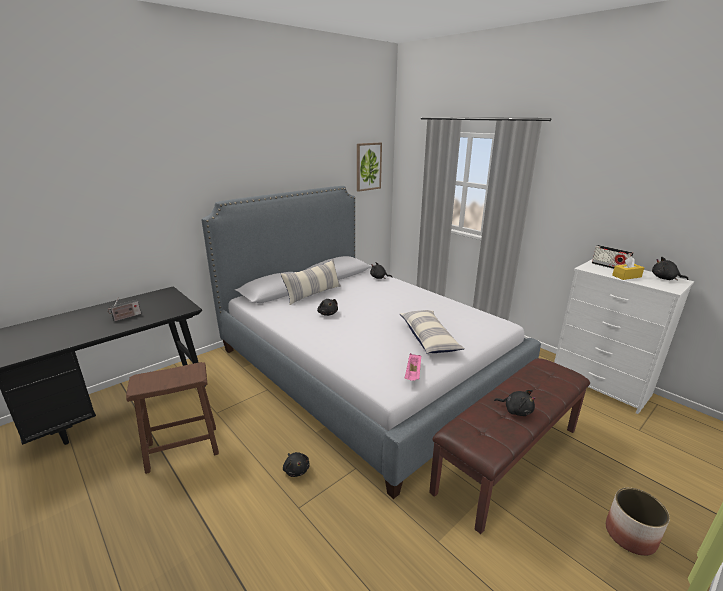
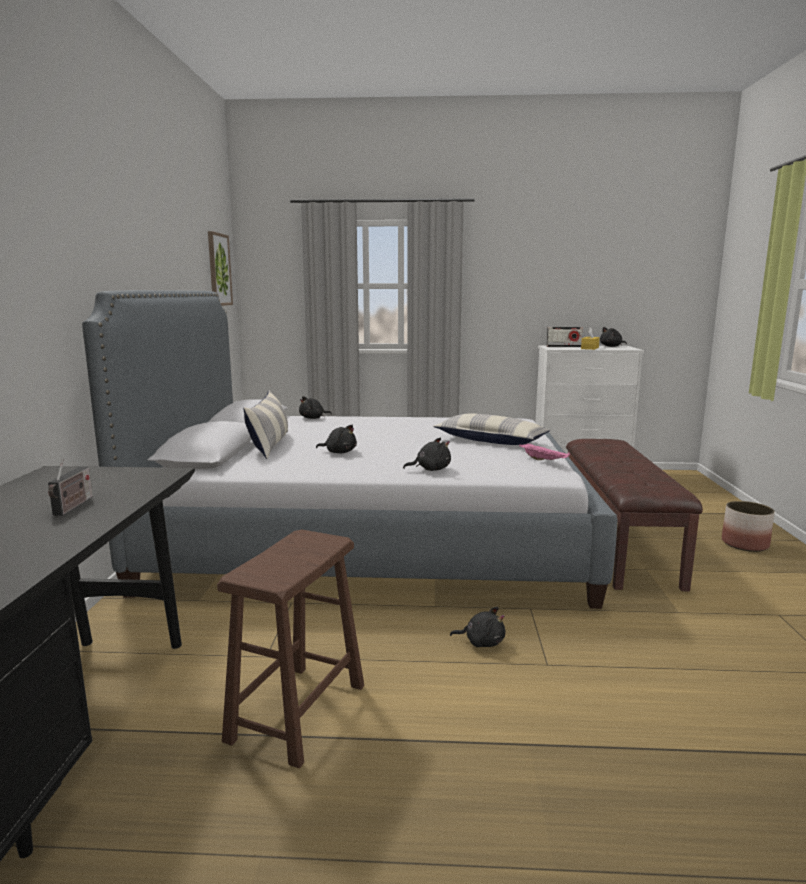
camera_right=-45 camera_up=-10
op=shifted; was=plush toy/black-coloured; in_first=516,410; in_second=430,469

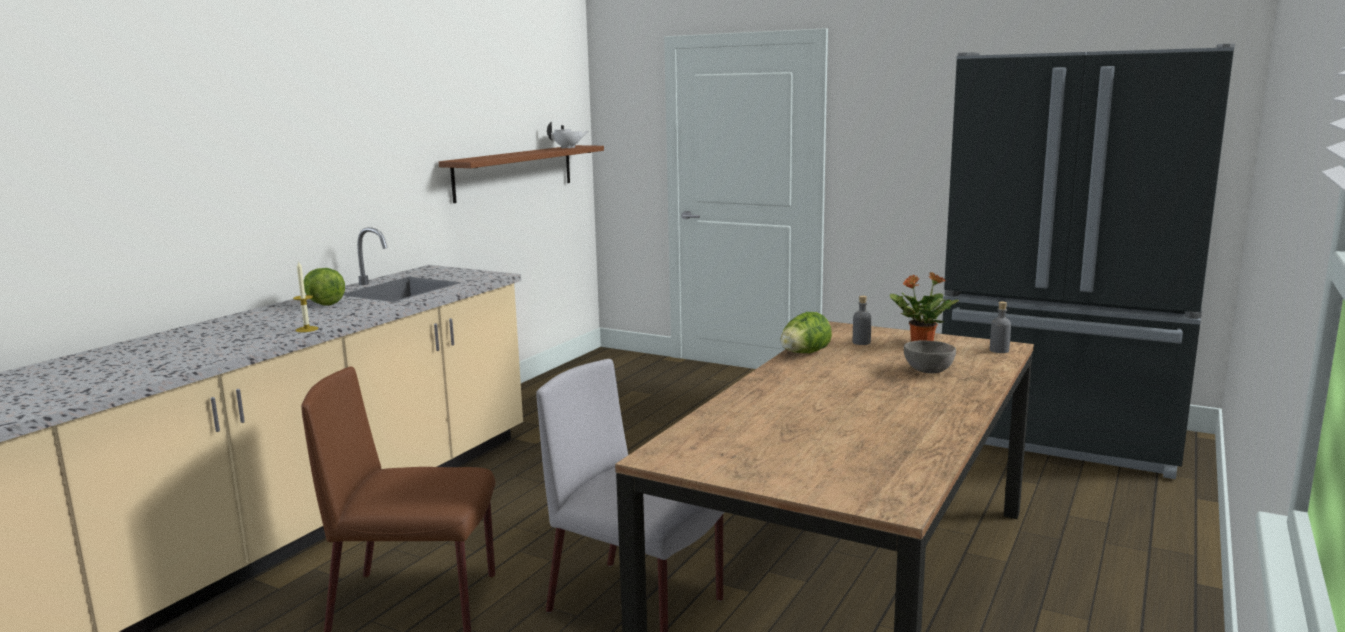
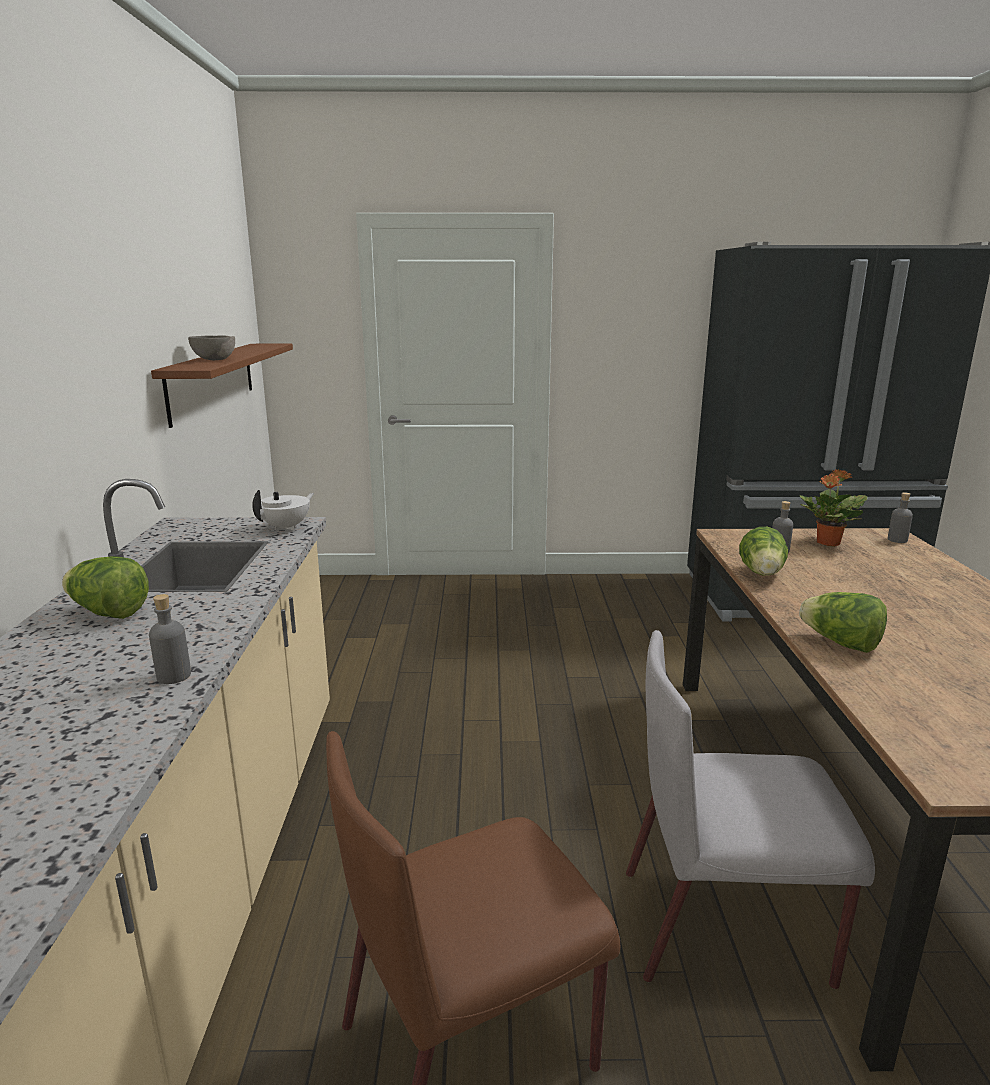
camera_right=-30 camera_up=5
op=shifted; was=pot for tea/whitish; in_first=568,147; in_second=286,527
op=swapped; was=wax light; now=beverage bottle/grey; in_first=307,329; in_second=174,676
op=shifted; was=serving bowl/grey; in_first=929,372; in_second=215,360
op=new; now=head of lettuce; in_second=841,644

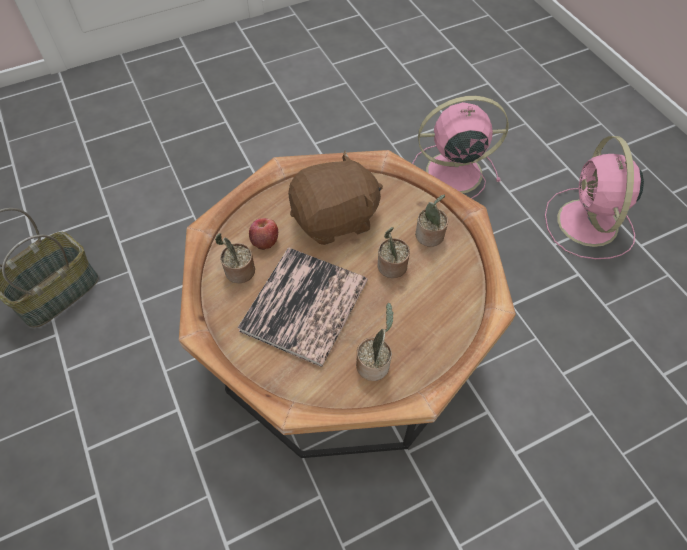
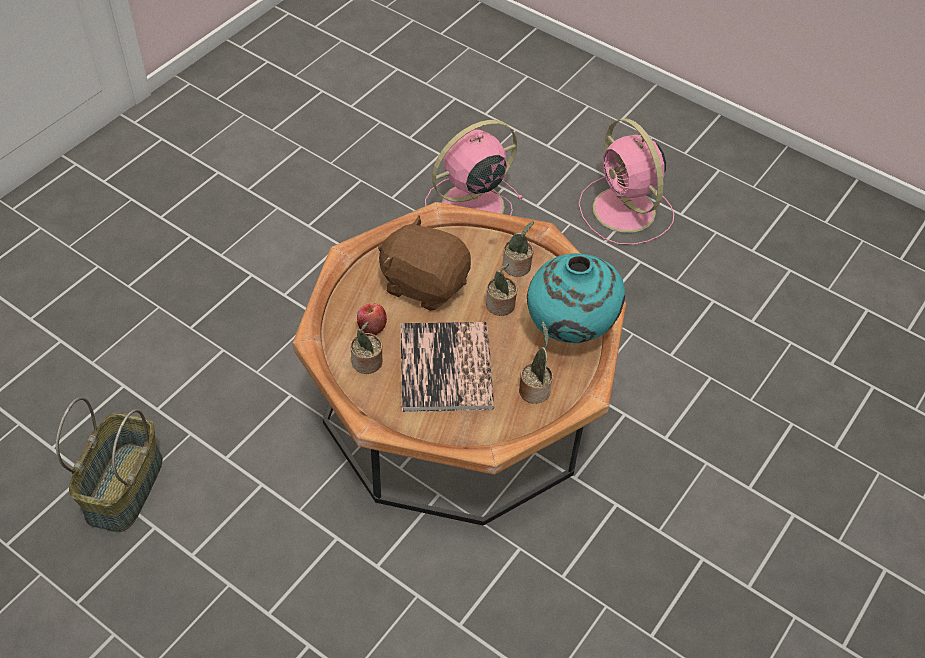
camera_right=-30 camera_up=-5
op=rotated; was=plush toy/brown; in_first=335,219; in_second=424,283; clockwise=-105
op=new; now=vase/turquoise-coloured; in_second=568,331

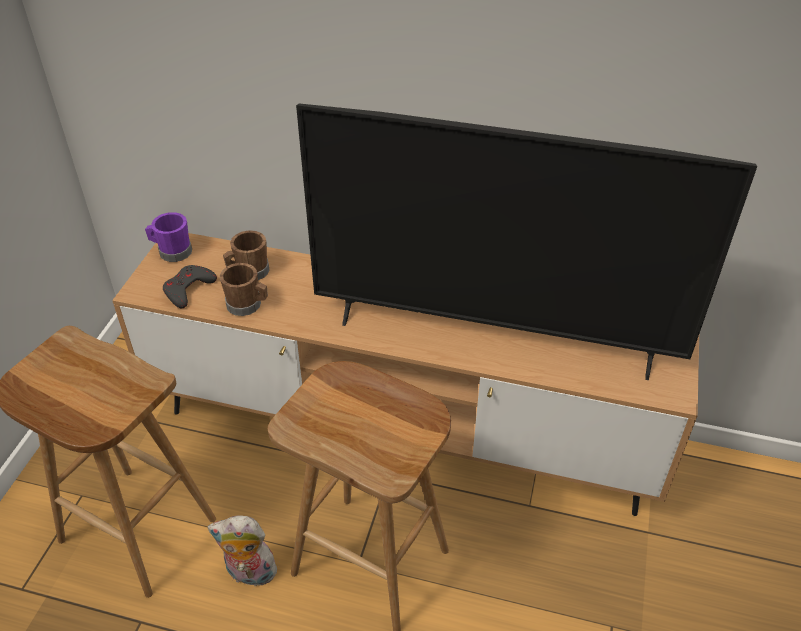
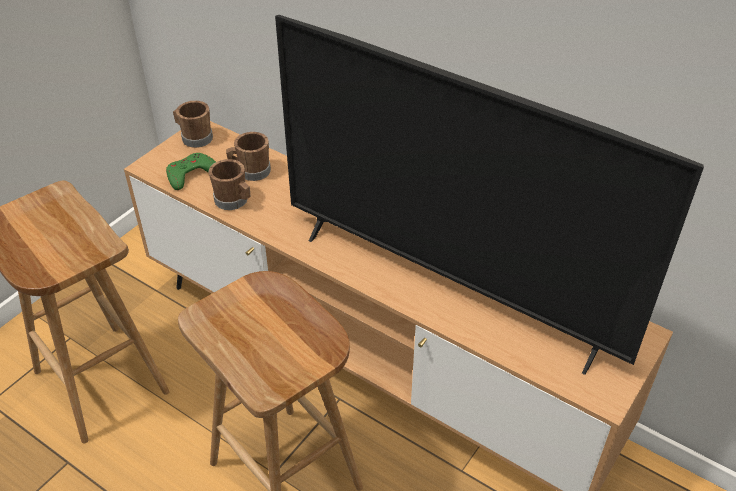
camera_right=20 camera_up=0
op=repainted; was=mug/purplish; now=mug/brown; in_first=172,251; in_second=194,137
op=repainted; was=gamepad/grey; now=gamepad/green; in_first=188,289; in_second=191,174
op=gone; was=plush toy; in_first=249,574

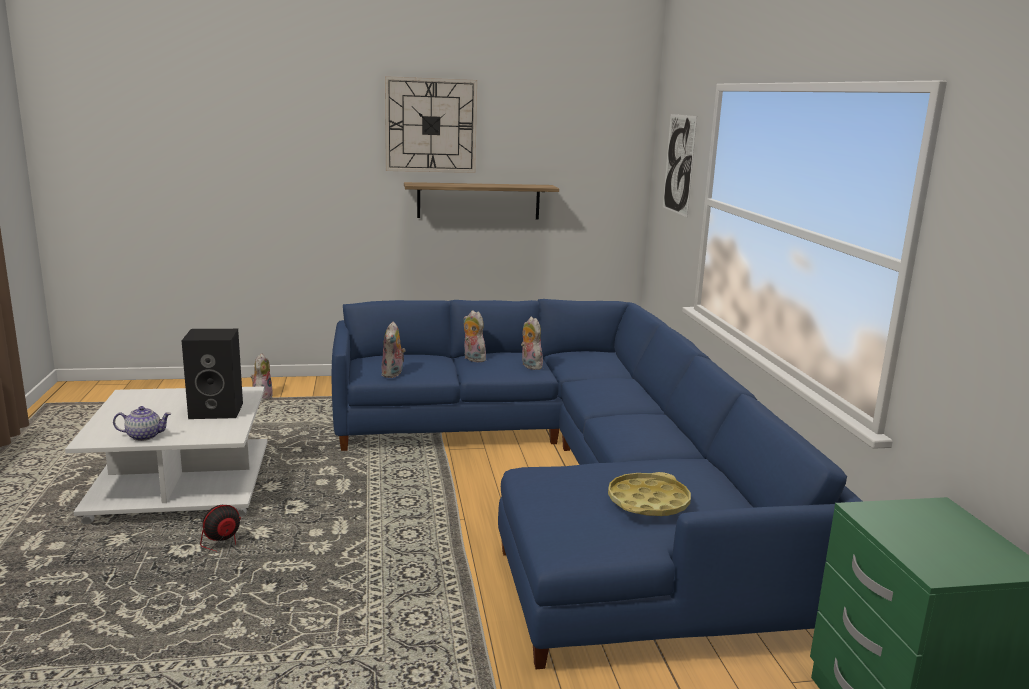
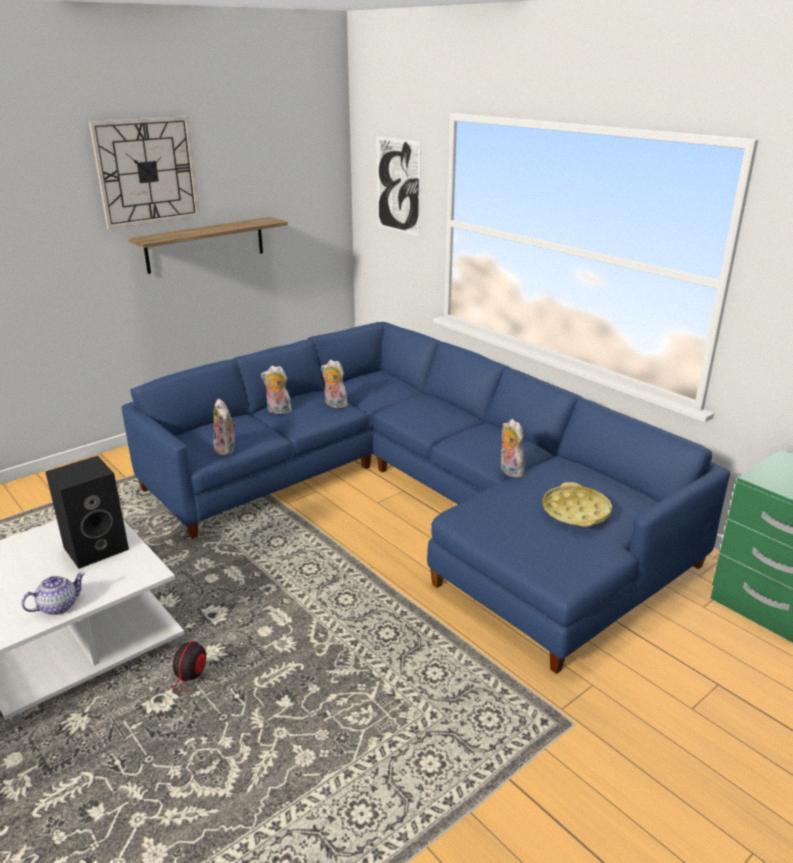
camera_right=-30 camera_up=10
op=shifted; was=plush toy; in_first=262,397; in_second=509,471

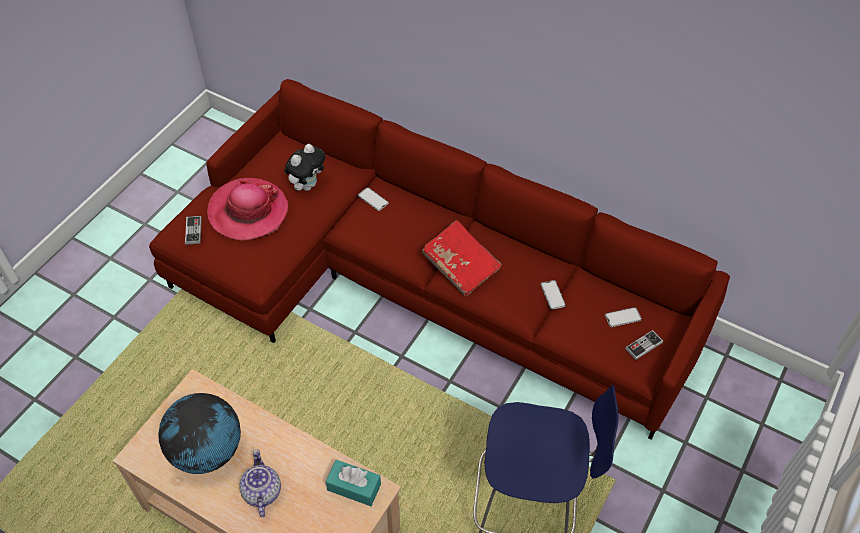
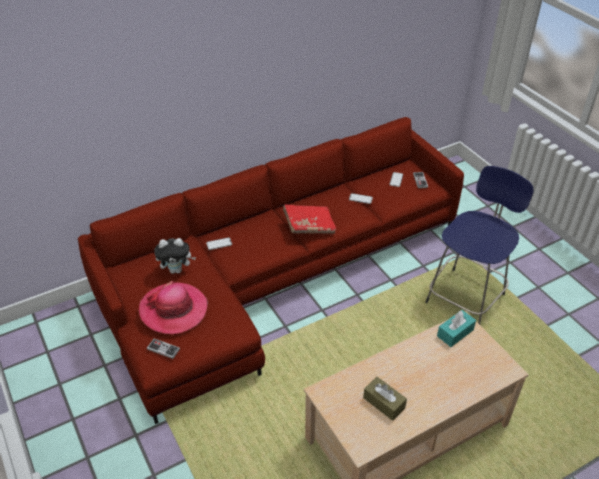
camera_right=-60 camera_up=-10
op=rotated; was=plush toy; in_first=307,185; in_second=177,270; clockwise=105
op=swapped; was=desk globe; now=tissue box/brown; in_first=207,451; in_second=384,403
op=gone; was=pot for tea; in_first=261,492

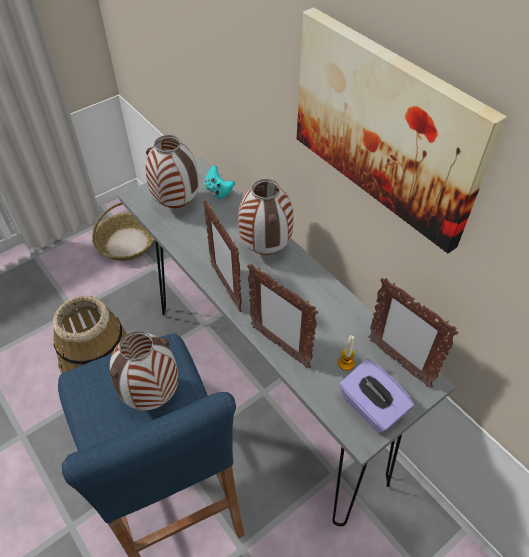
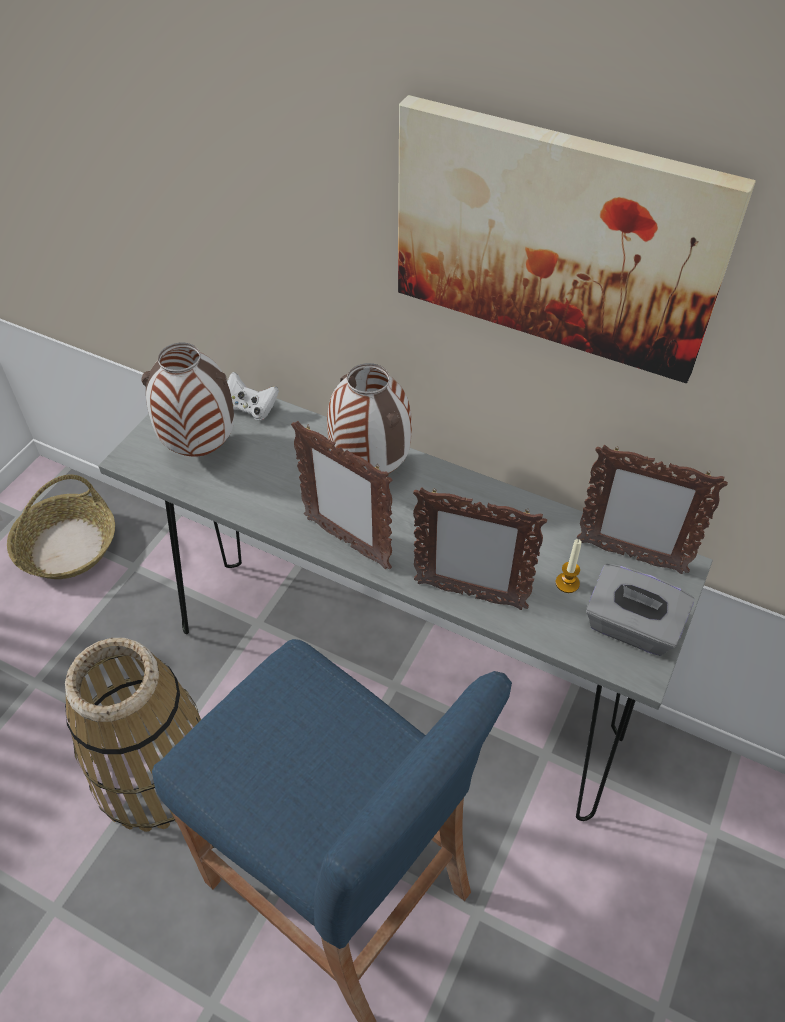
camera_right=-25 camera_up=0
op=repainted; was=gamepad/turquoise-coloured; now=gamepad/whitish; in_first=218,190; in_second=251,408
op=gone; was=vase; in_first=152,395
op=repainted; was=tissue box/purplish; now=tissue box/grey; in_first=371,407; in_second=631,627

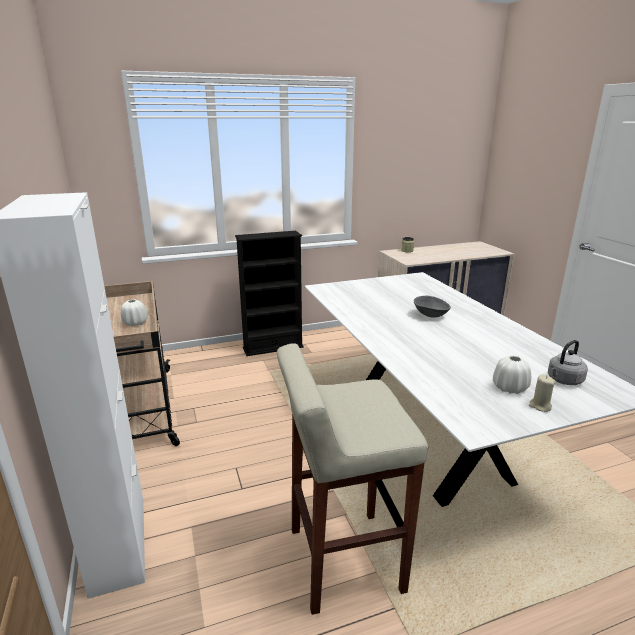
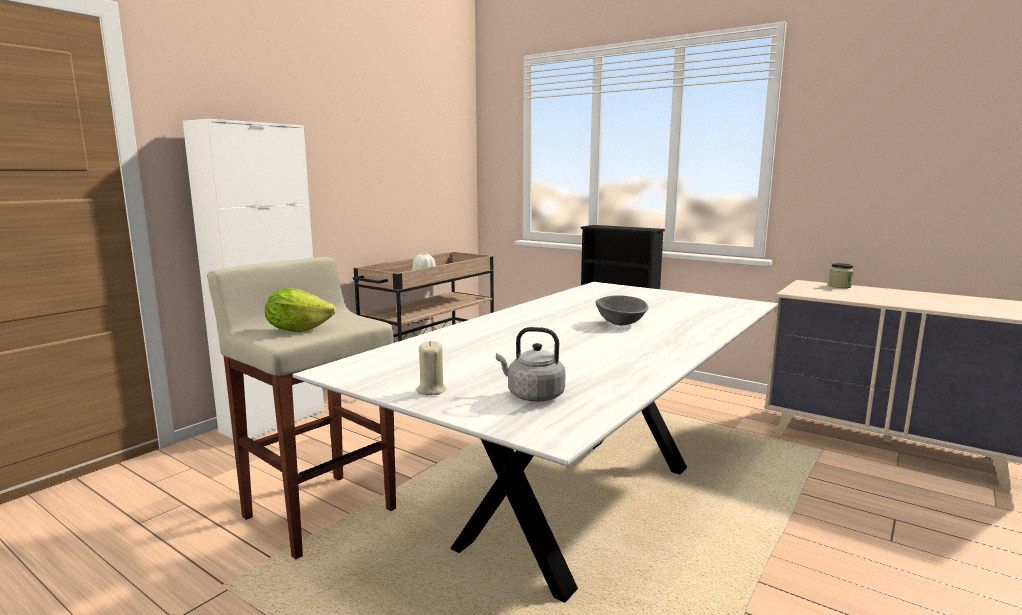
camera_right=55 camera_up=-10
op=gone; was=vase/whitish; in_first=509,388
op=new; now=head of lettuce; in_second=298,330

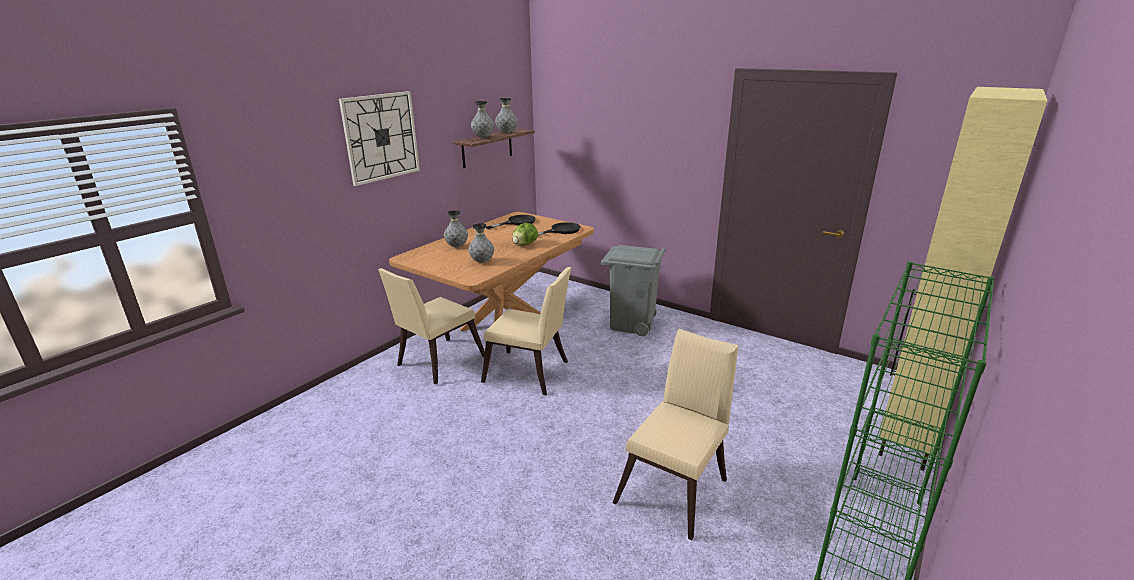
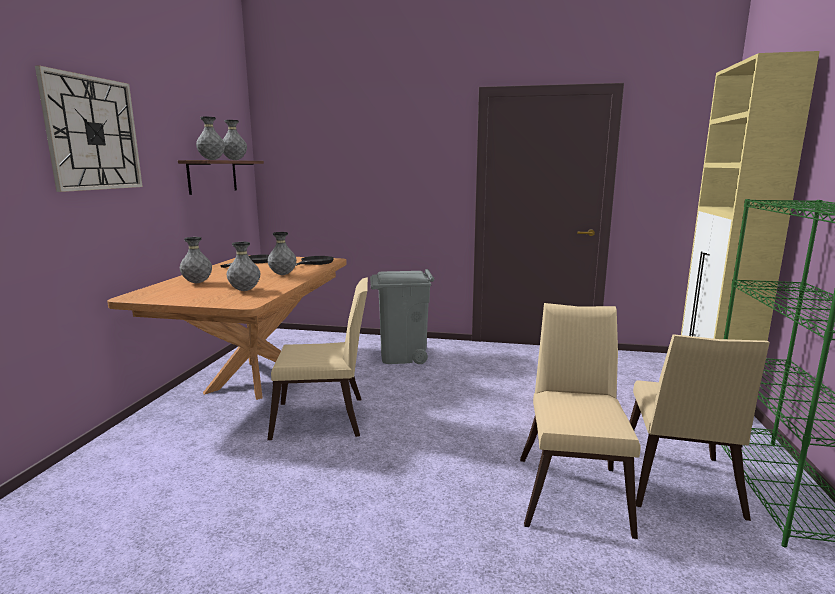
camera_right=-25 camera_up=-10
op=swapped; was=head of lettuce; now=vase/grey; in_first=524,245; in_second=283,274
op=shifted; was=plain chair/sand-coloured; in_first=436,363; in_second=678,486

